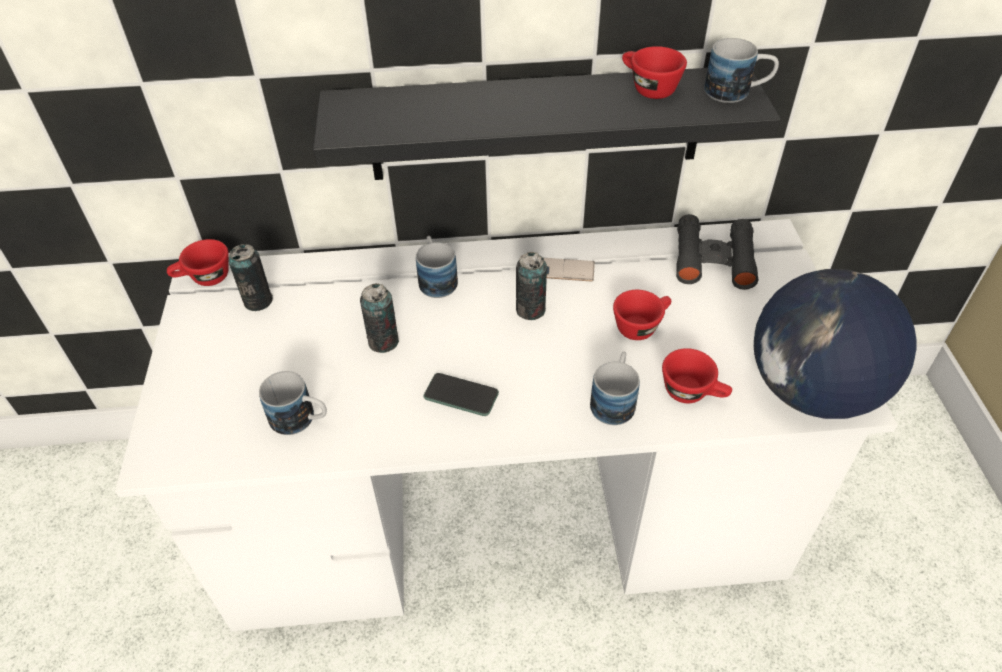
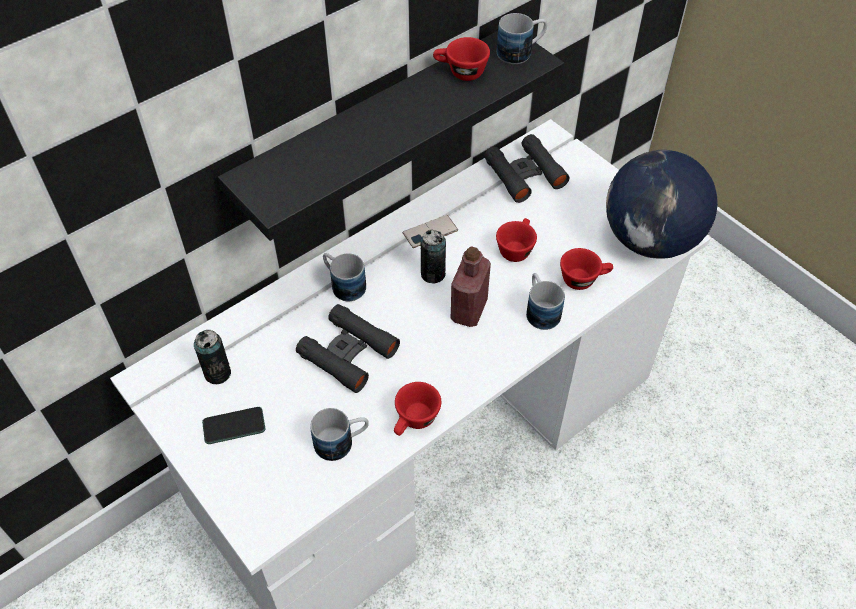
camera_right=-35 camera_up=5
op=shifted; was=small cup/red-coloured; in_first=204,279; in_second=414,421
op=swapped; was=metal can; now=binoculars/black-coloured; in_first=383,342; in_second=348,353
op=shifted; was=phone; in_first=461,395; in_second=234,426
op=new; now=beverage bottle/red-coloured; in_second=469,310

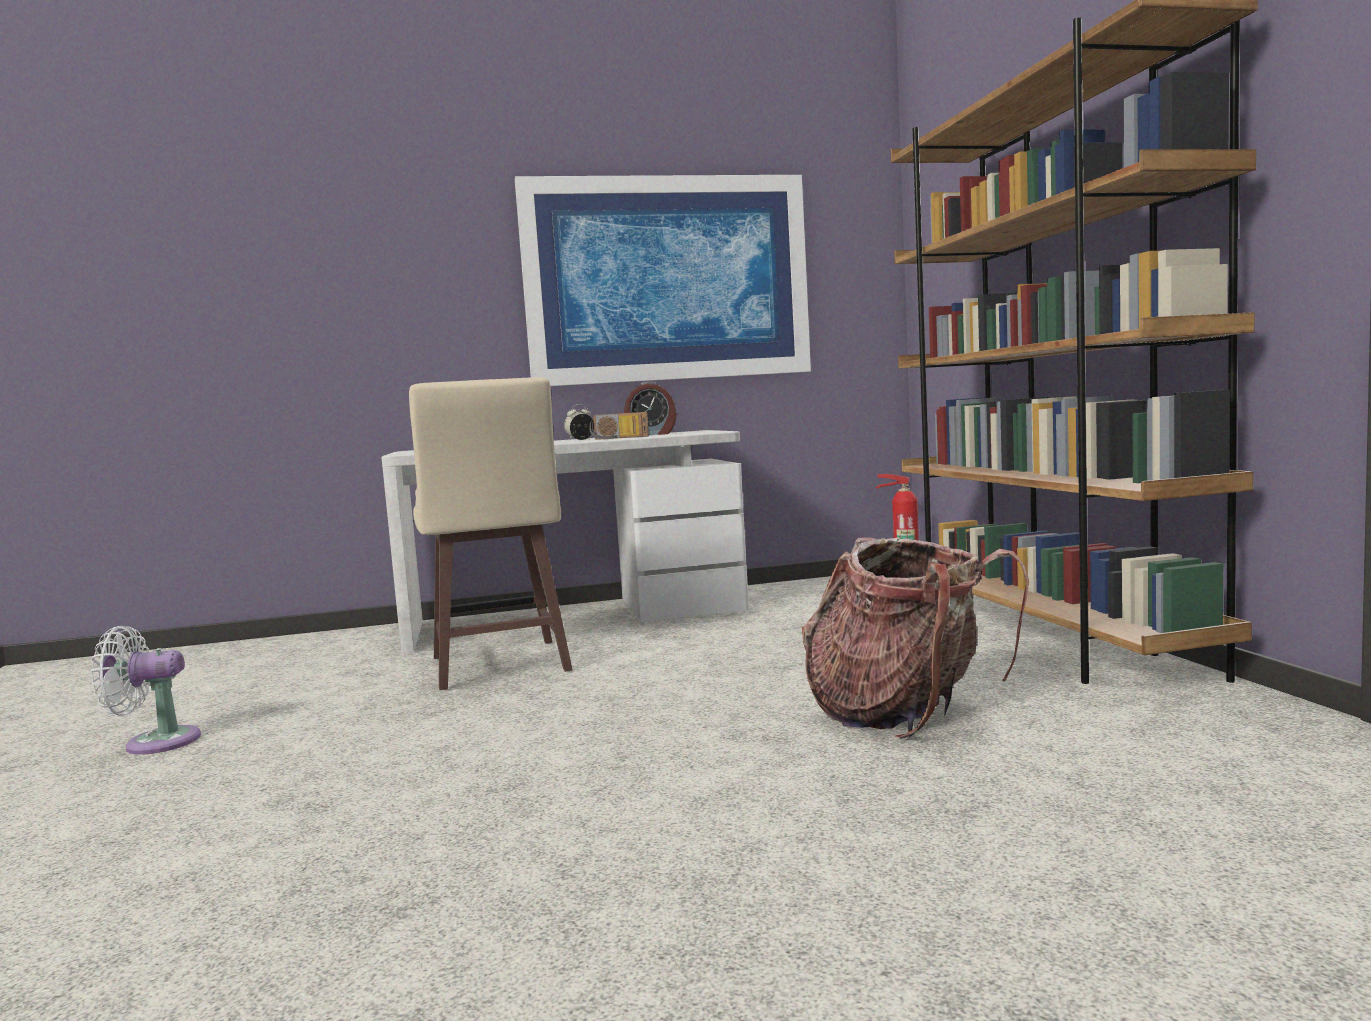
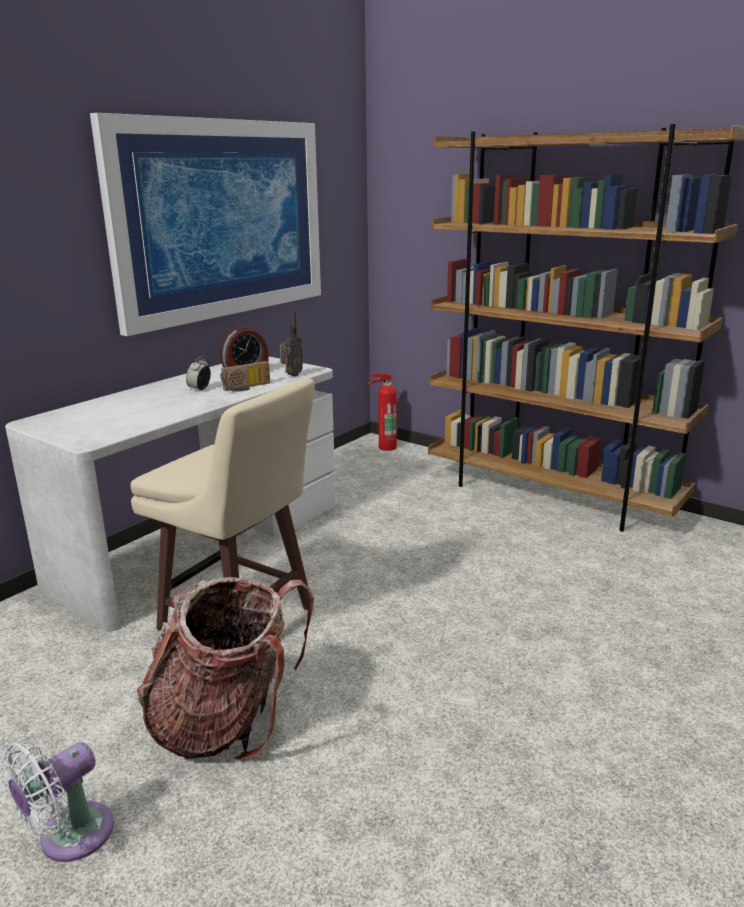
camera_right=-40 camera_up=15
op=shifted; was=knapsack; in_first=904,715; in_second=227,722
op=new; now=radio; in_second=291,375

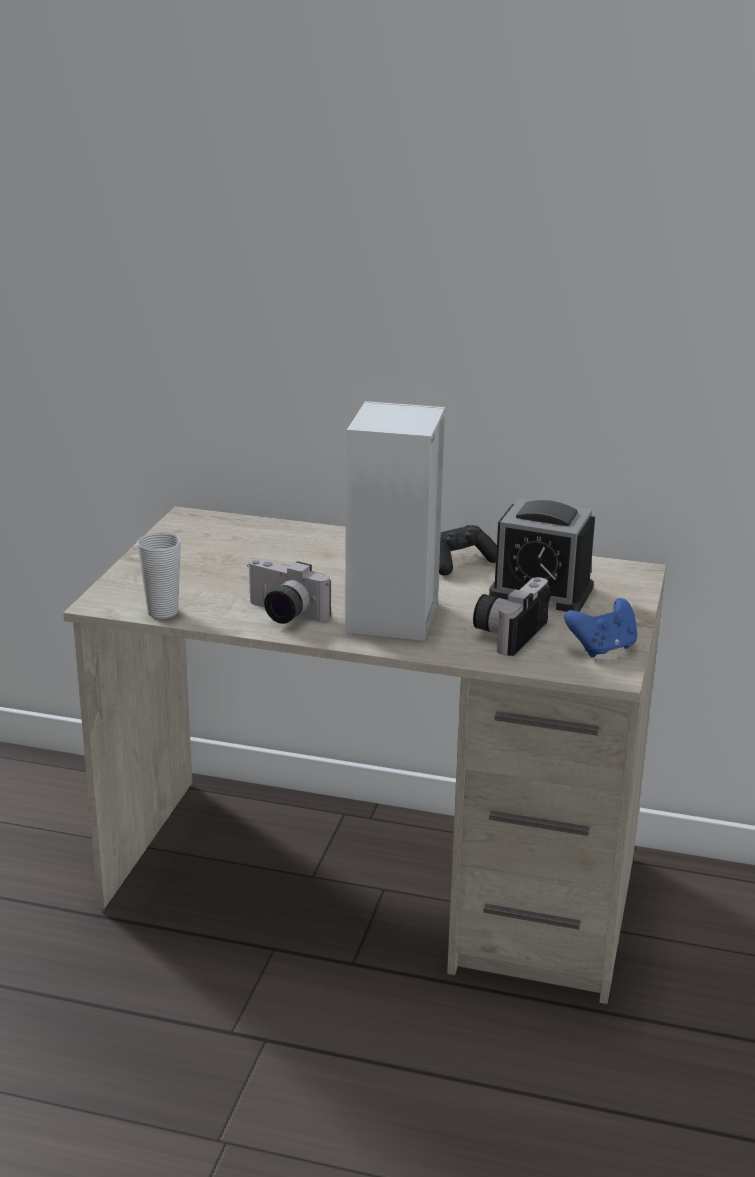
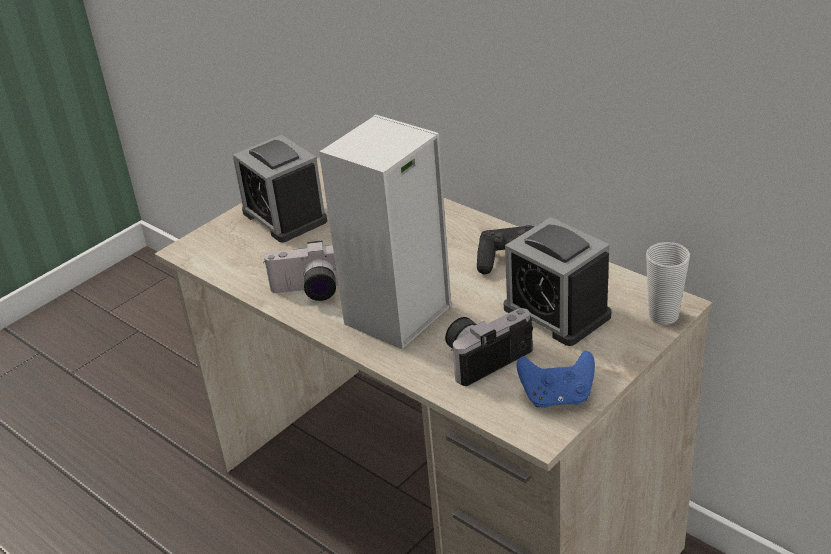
camera_right=30 camera_up=10
op=shifted; was=small cup; in_first=162,612; in_second=663,316
op=rotated; was=still camera; in_first=282,614; in_second=311,292; clockwise=-60
op=new; now=table clock; in_second=284,217

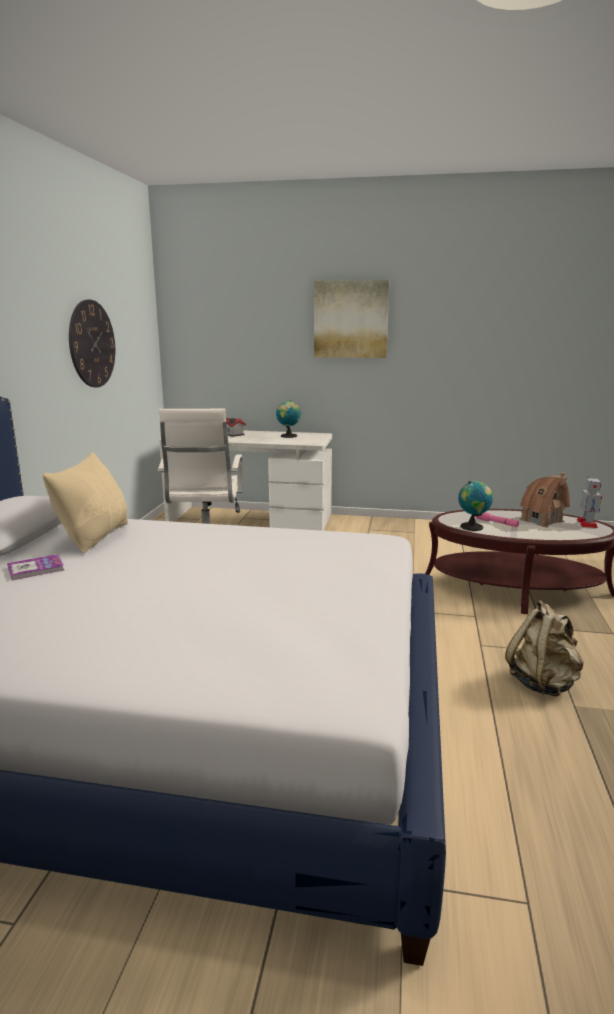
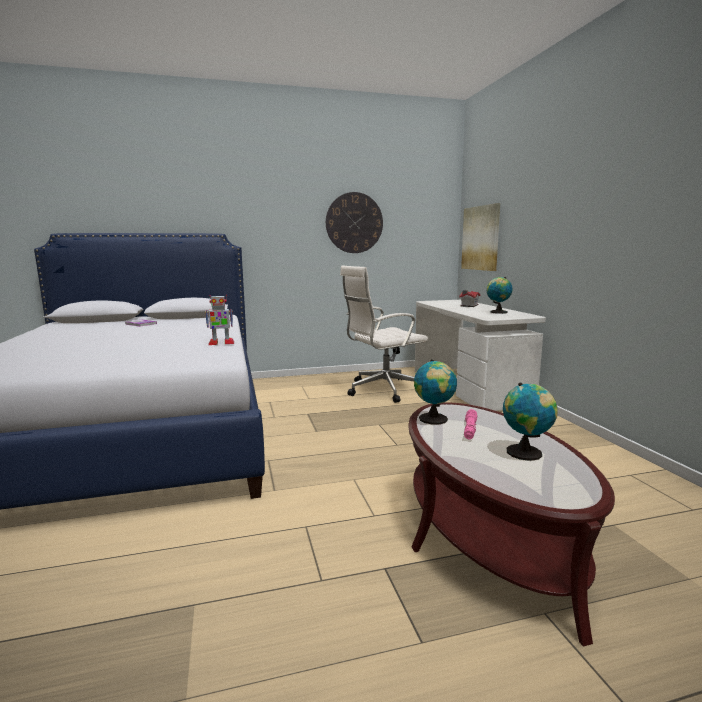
camera_right=65 camera_up=-5
op=shifted; was=picture; in_first=350,319; in_second=481,238
op=gone; was=throw pillow/sand-coloured; in_first=94,537
op=swapped; was=toy house; now=desk globe; in_first=541,521; in_second=526,453
op=shifted; was=robot figure; in_first=587,523; in_second=221,343
op=gone; was=knapsack/sand-coloured; in_first=543,683

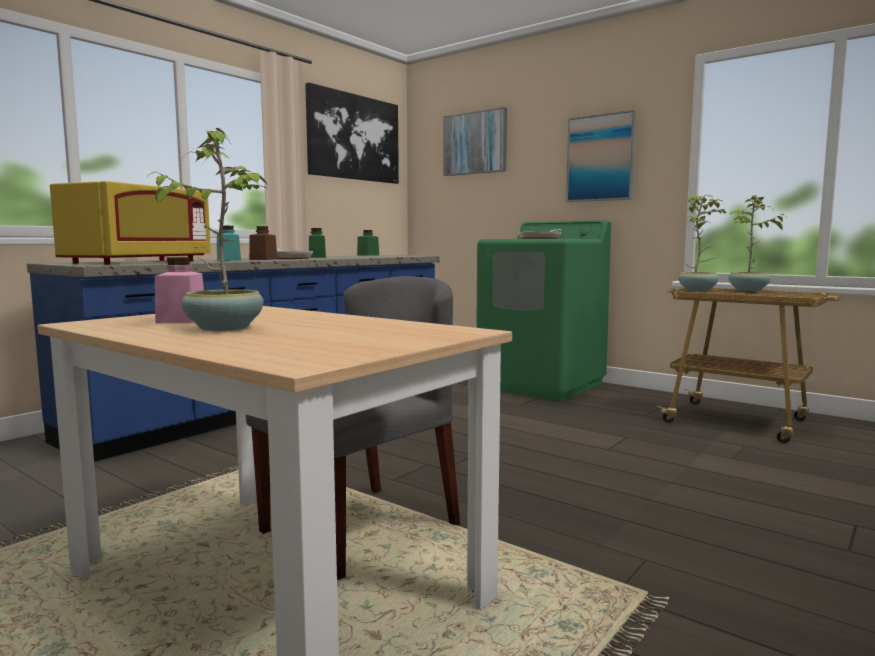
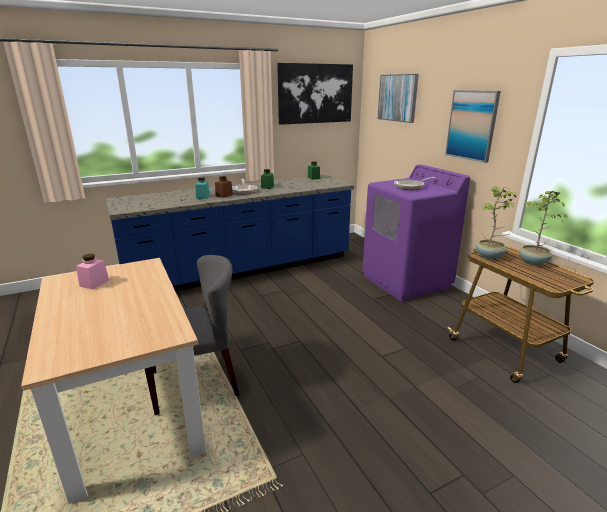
camera_right=25 camera_up=15
op=gone; was=houseplant; in_first=223,328
op=gone; was=kitchen microwave/yellow-coloured; in_first=139,262
op=repainted; was=washing machine/green; now=washing machine/purplish; in_first=542,385; in_second=406,281

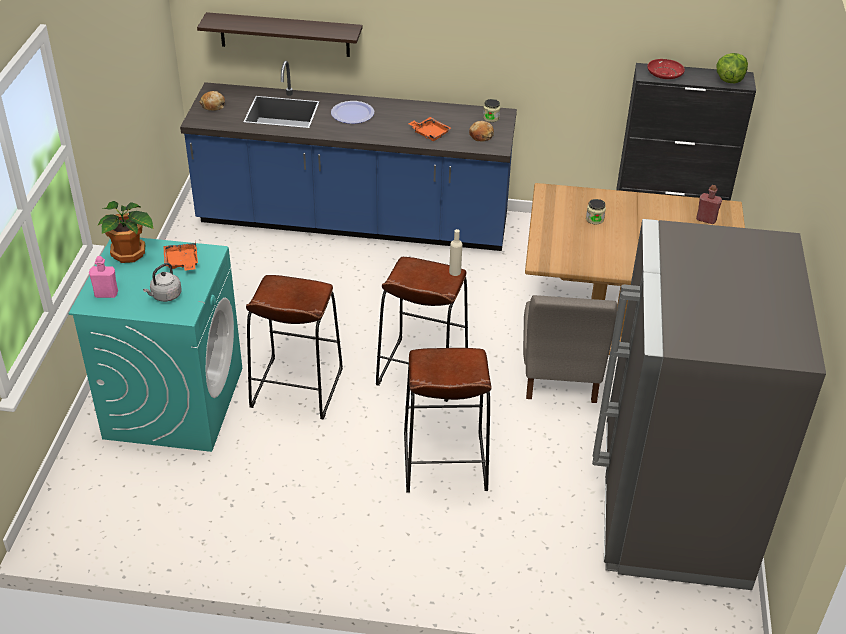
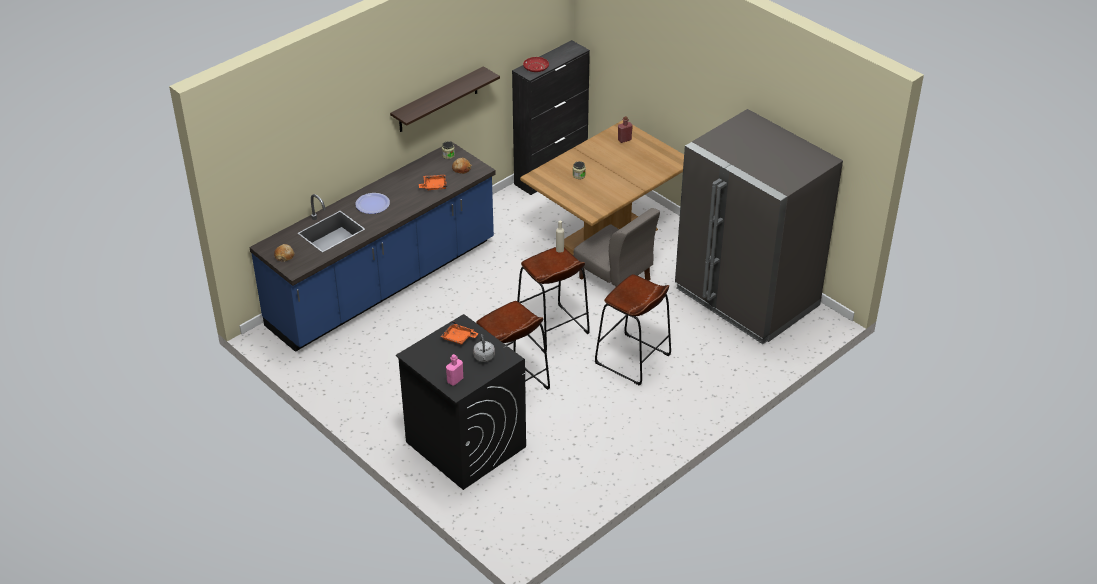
camera_right=-50 camera_up=0
op=shifted; was=shelf; in_first=284,34; in_second=438,100
op=gone; was=head of lettuce; in_first=729,80
op=gone; was=houseplant; in_first=129,254
op=repainted; was=washing machine/turquoise-coloured; now=washing machine/black-coloured; in_first=174,402; in_second=465,444

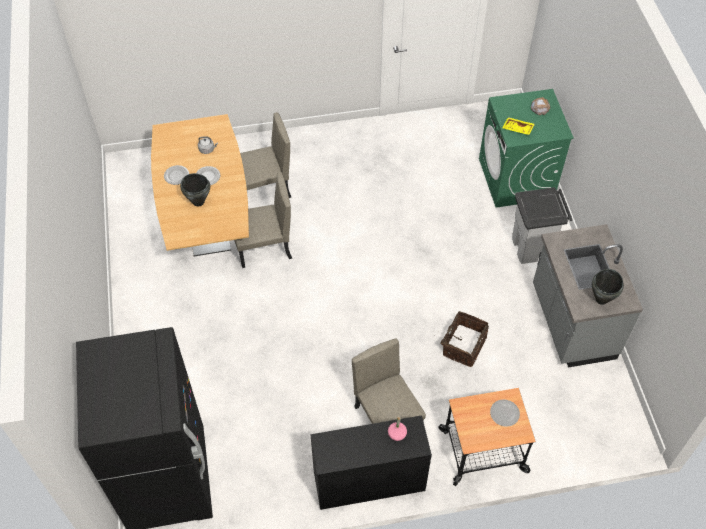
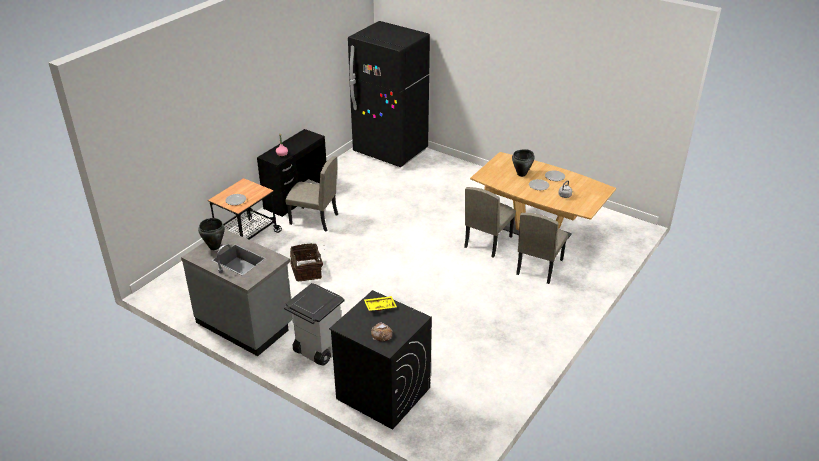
camera_right=135 camera_up=-20
op=repainted; was=washing machine/green; now=washing machine/black-coloured; in_first=516,179; in_second=382,393

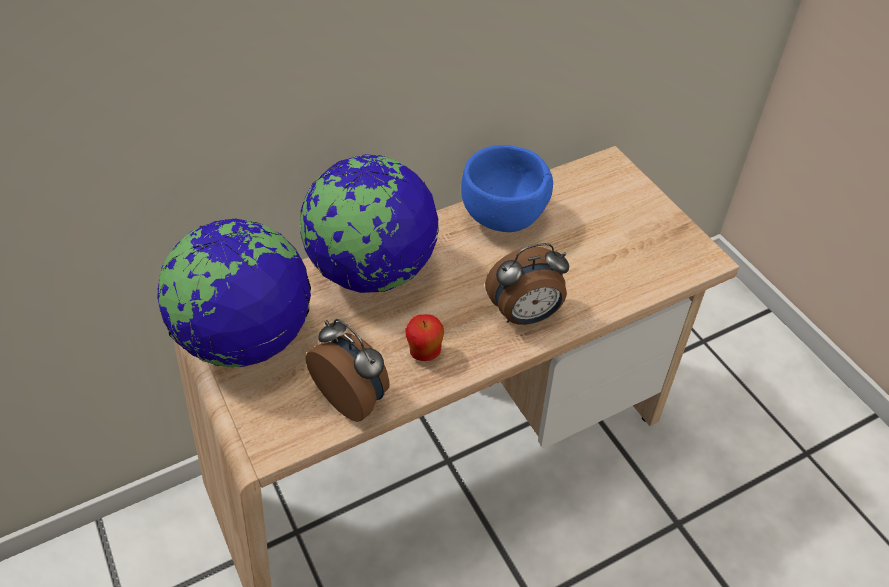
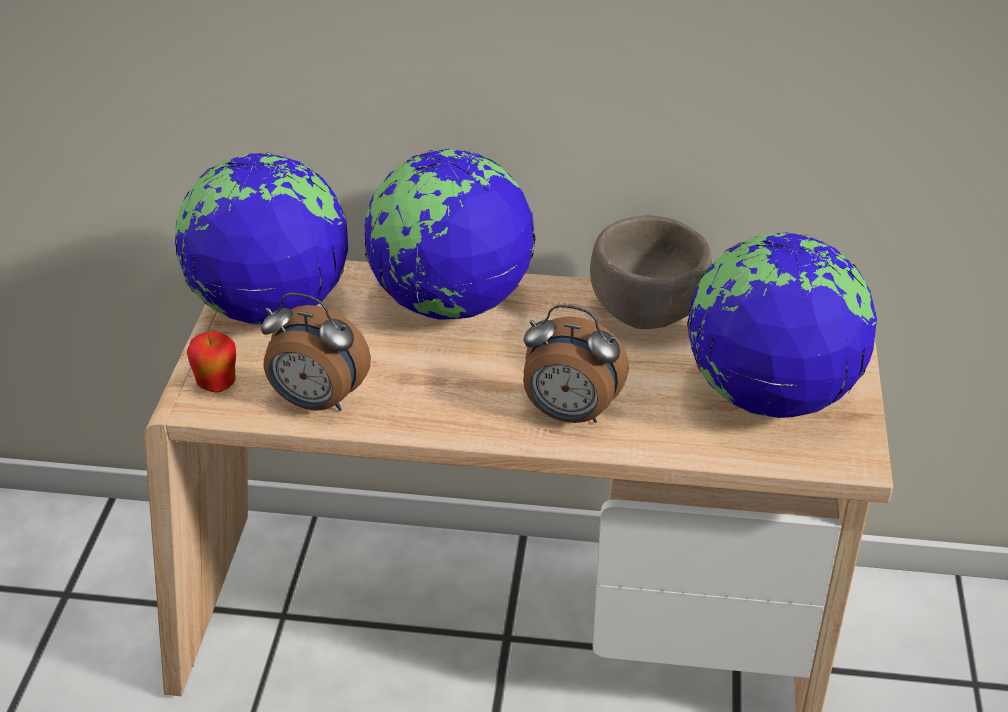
camera_right=35 camera_up=-10
op=repainted; was=serving bowl/blue-coloured; now=serving bowl/brown; in_first=504,217; in_second=647,314
op=shifted; was=apple; in_first=425,353; in_second=217,385
op=rotated; was=table clock; in_first=354,397; in_second=316,402; clockwise=120
op=new; now=desk globe; in_second=769,395

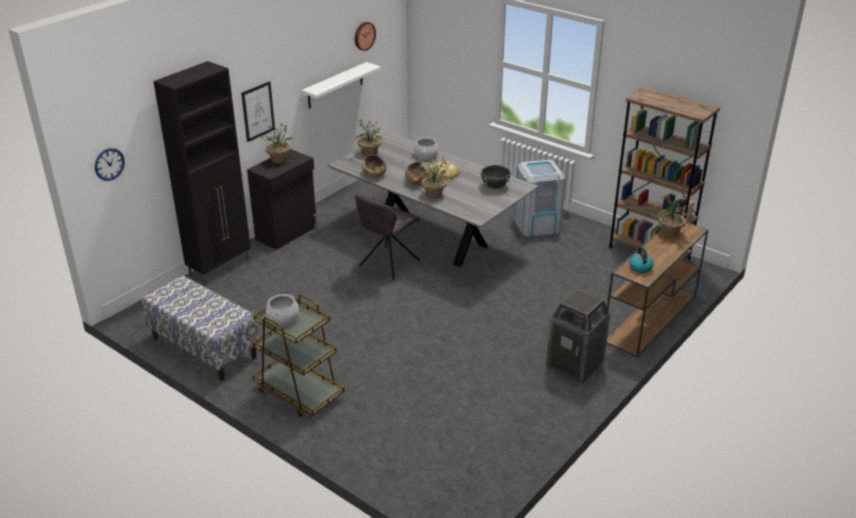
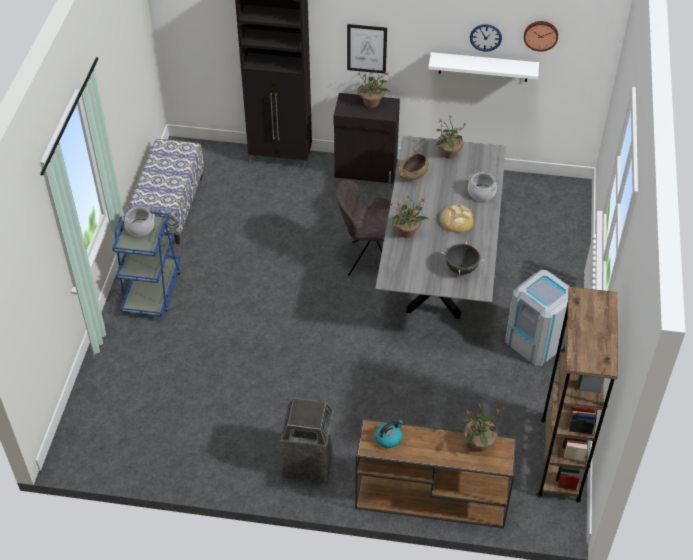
camera_right=60 camera_up=15
op=shifted; was=wall clock; in_first=109,164; in_second=485,37
op=gone; was=serving bowl/brown; in_first=416,180
op=repainted; was=trolley/brown; now=trolley/blue-coloured; in_first=298,392; in_second=152,291

